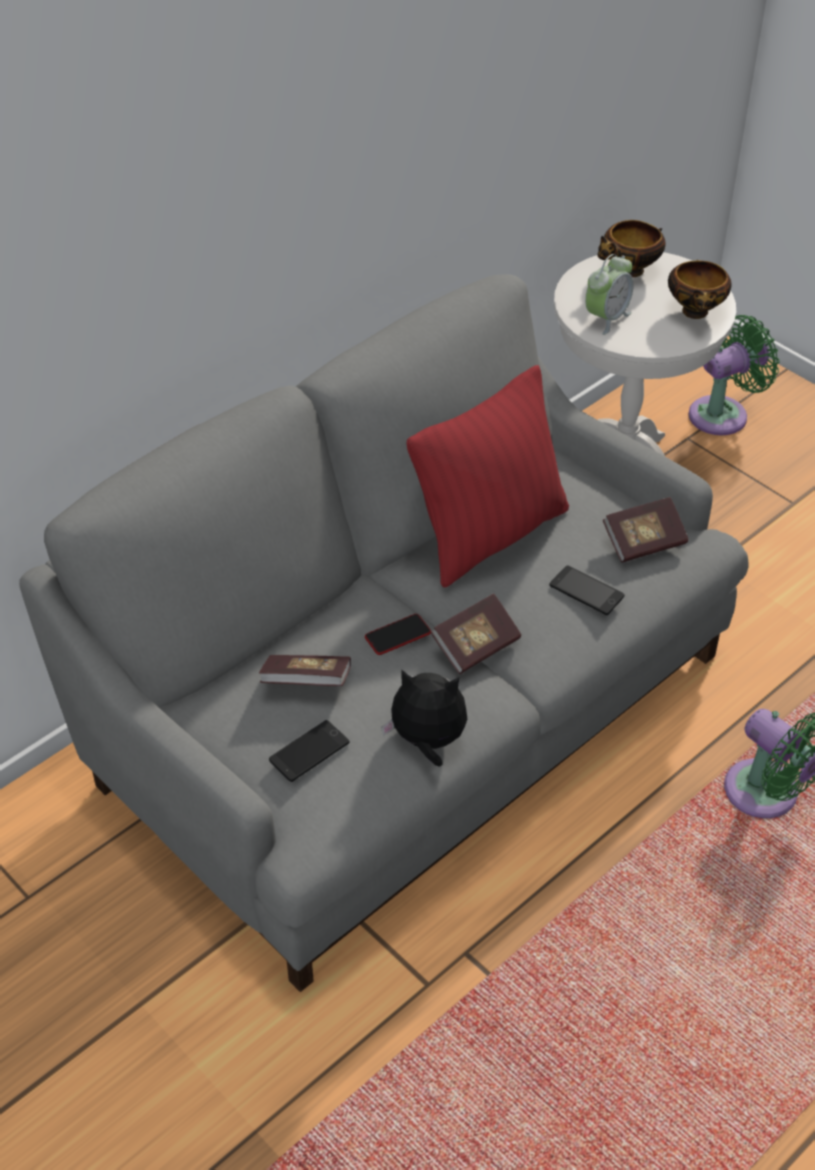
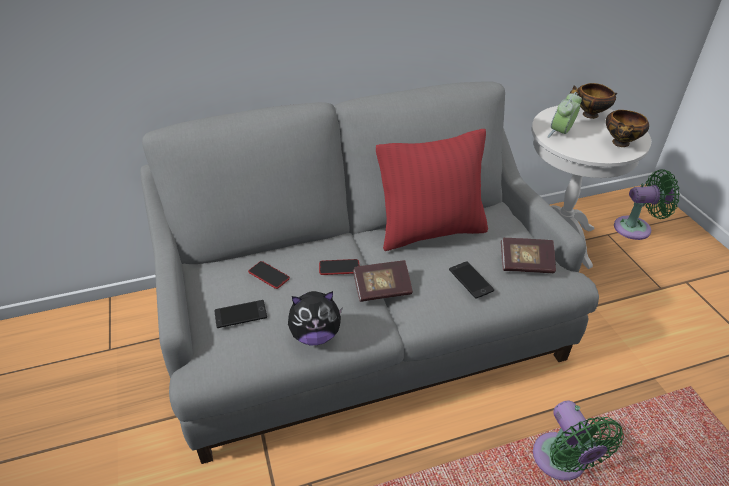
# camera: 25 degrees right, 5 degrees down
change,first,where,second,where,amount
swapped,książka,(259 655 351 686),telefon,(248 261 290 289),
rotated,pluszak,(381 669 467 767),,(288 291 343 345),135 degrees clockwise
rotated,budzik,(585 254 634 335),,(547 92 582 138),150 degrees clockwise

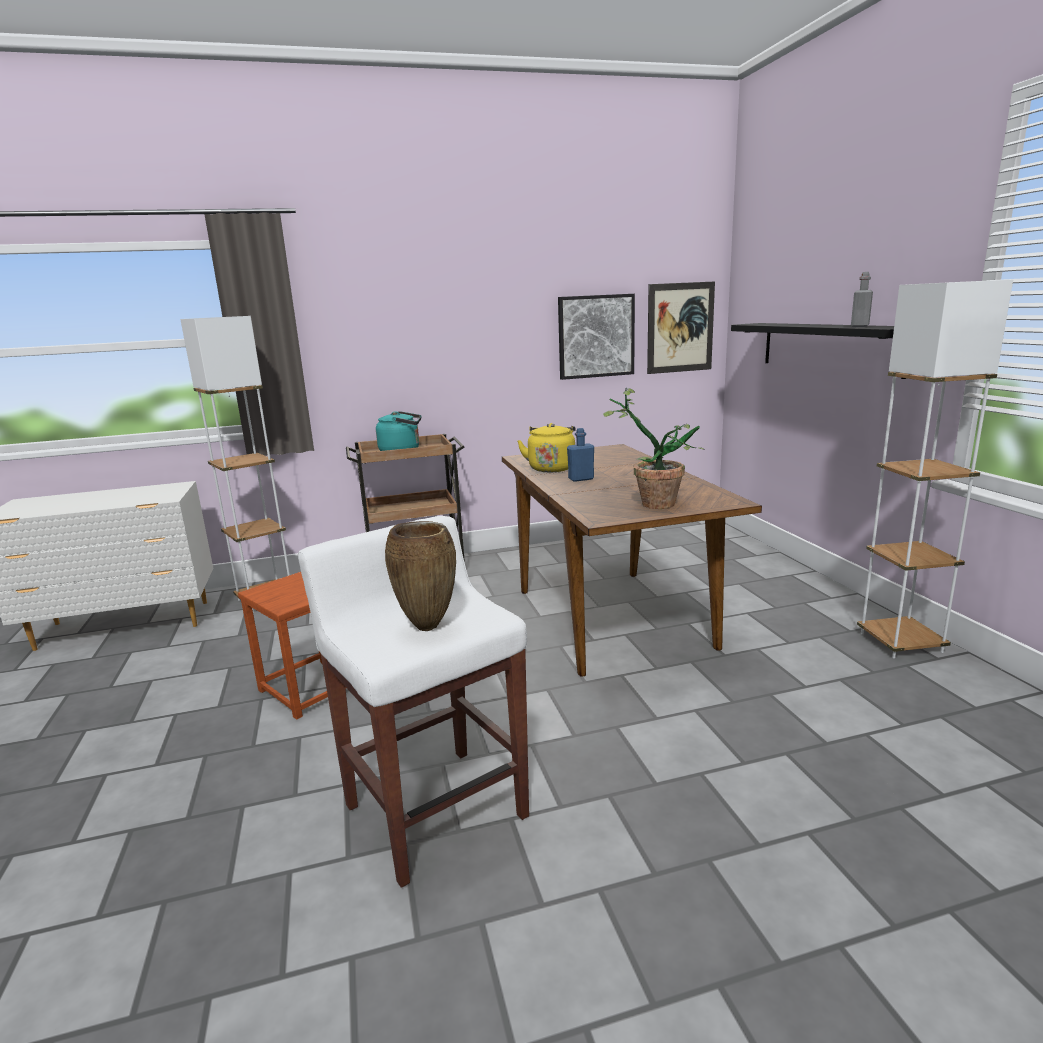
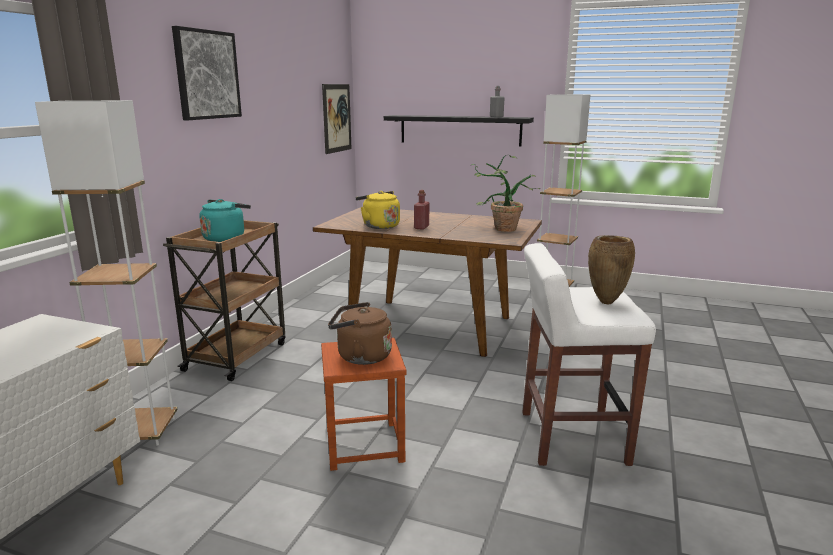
# camera: 55 degrees left, 0 degrees up
change,first,where,second,where,amount
new,,,czajnik/brązowy,(328 302 392 365),
shifted,obraz,(558 294 635 380),,(172 26 242 120),
repainted,butelka/niebieski,(567 428 594 482),butelka/czerwony,(414 190 430 230),

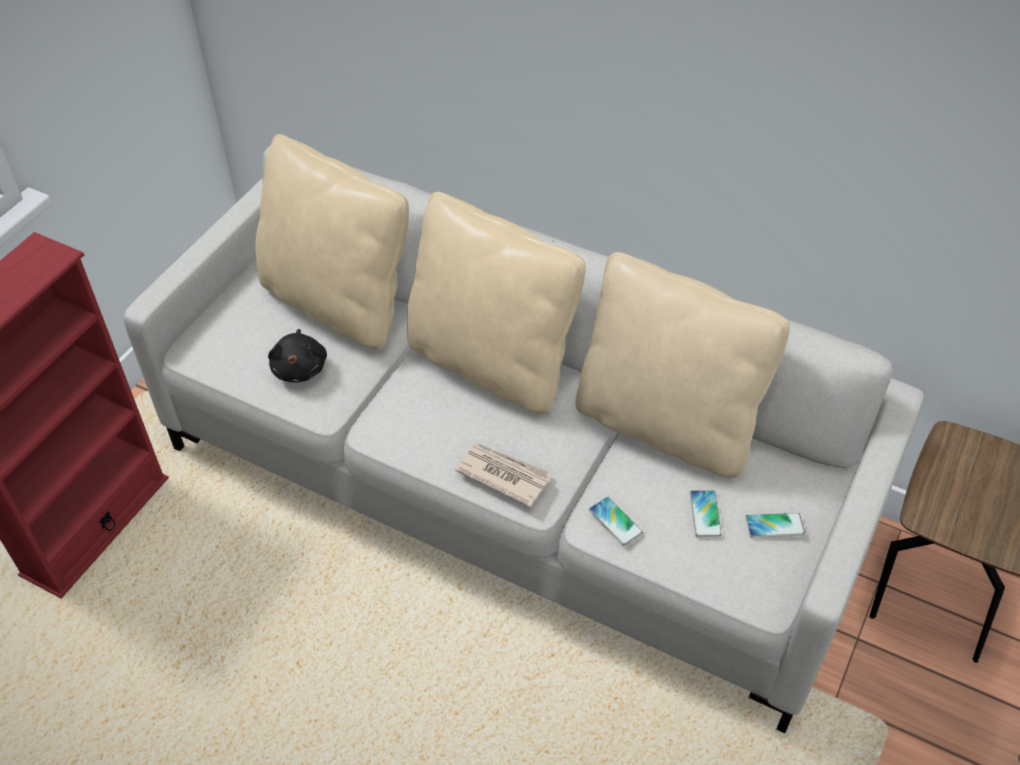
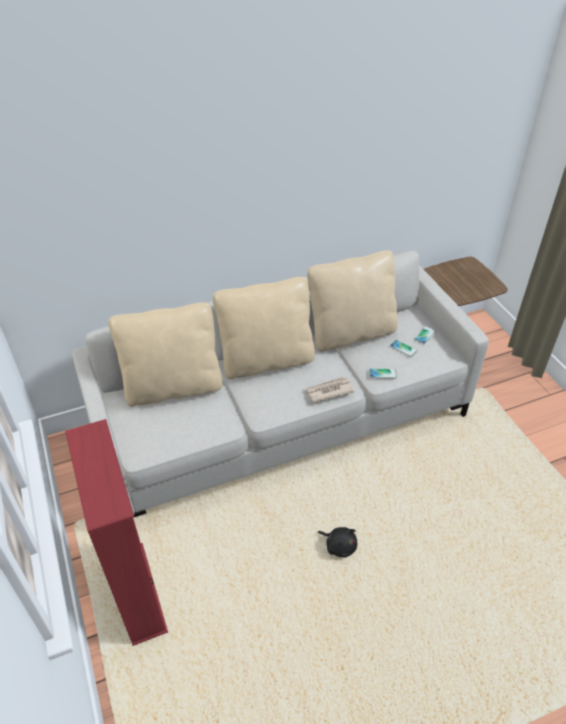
# camera: 50 degrees left, 5 degrees down
change,first,where,second,where,amount
shifted,pluszak/czarny,(268 329 327 382),,(318 527 357 558),

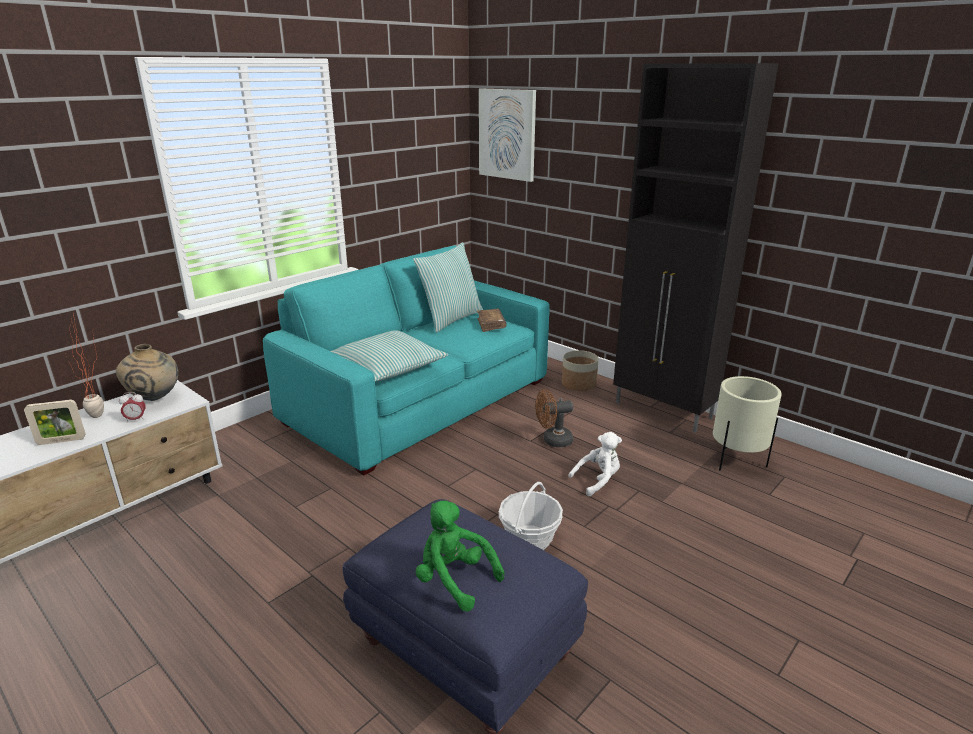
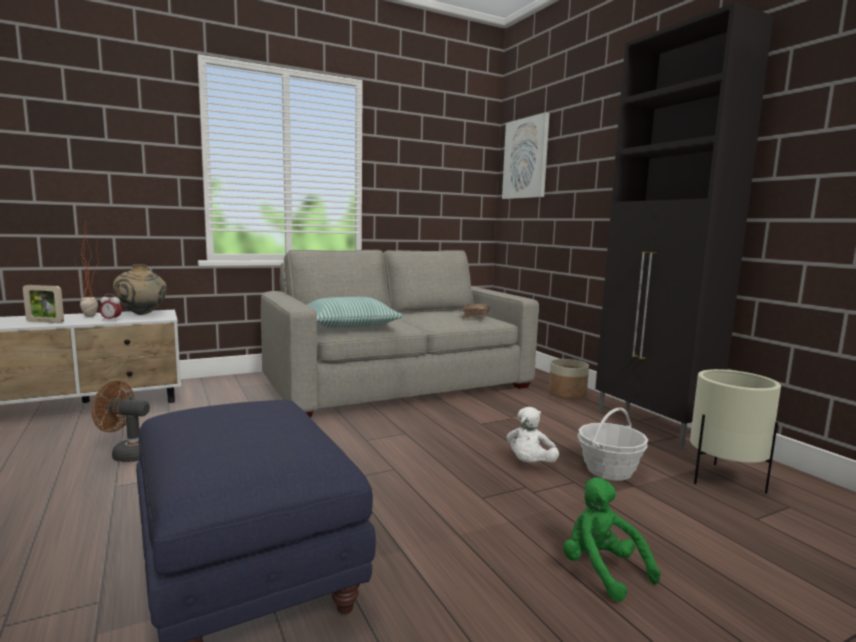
# camera: 20 degrees right, 15 degrees down
change,first,where,second,where,amount
gone,poduszka,(413 242 483 332),,,
shifted,pluszak/zielony,(416 500 505 611),,(563 477 661 602),
shifted,koszyk,(499 482 563 550),,(577 407 648 481),
shifted,wentylator/brązowy,(535 389 573 447),,(92 381 150 462),
repainted,kanapa/turkusowy,(263 246 550 475),kanapa/szary,(261 250 539 418),
rotated,pluszak/biały,(568 432 622 496),,(507 407 559 463),120 degrees clockwise

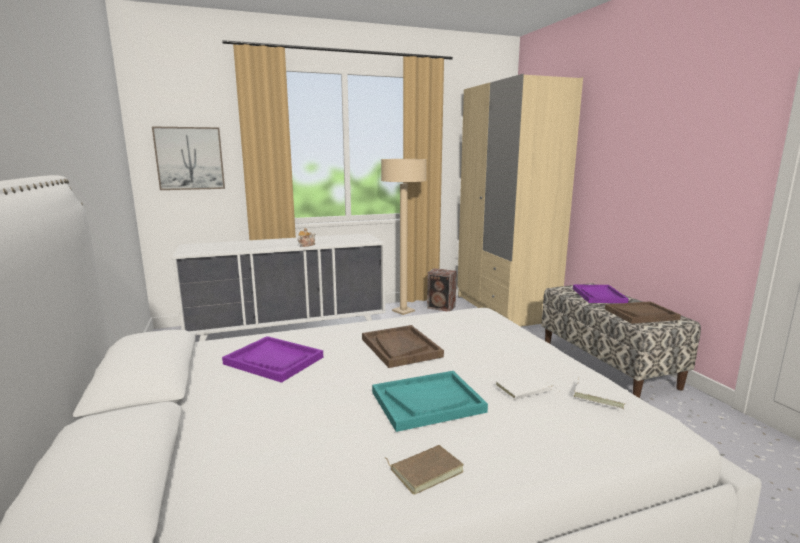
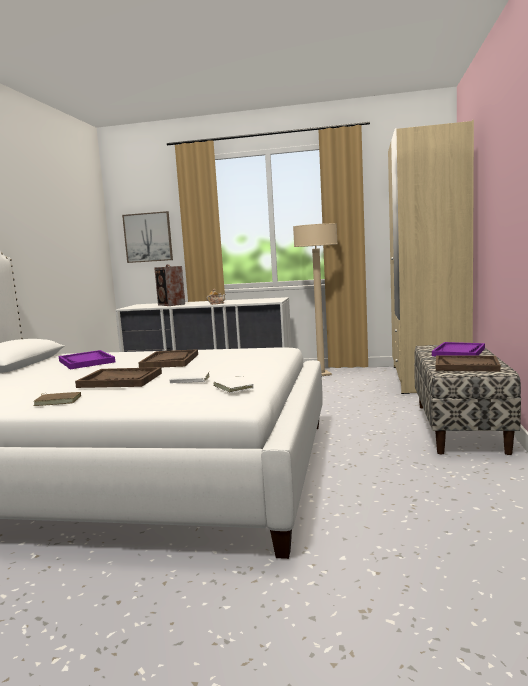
# camera: 30 degrees right, 5 degrees down
change,first,where,second,where,amount
shifted,głośnik,(427 268 457 311),,(154 264 185 306),
repainted,taca/turkusowy,(372 371 488 432),taca/brązowy,(75 367 162 388),

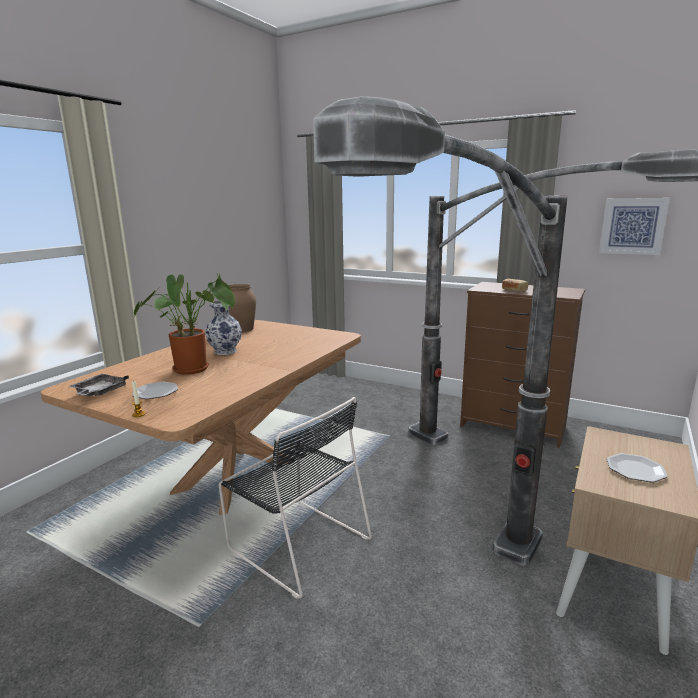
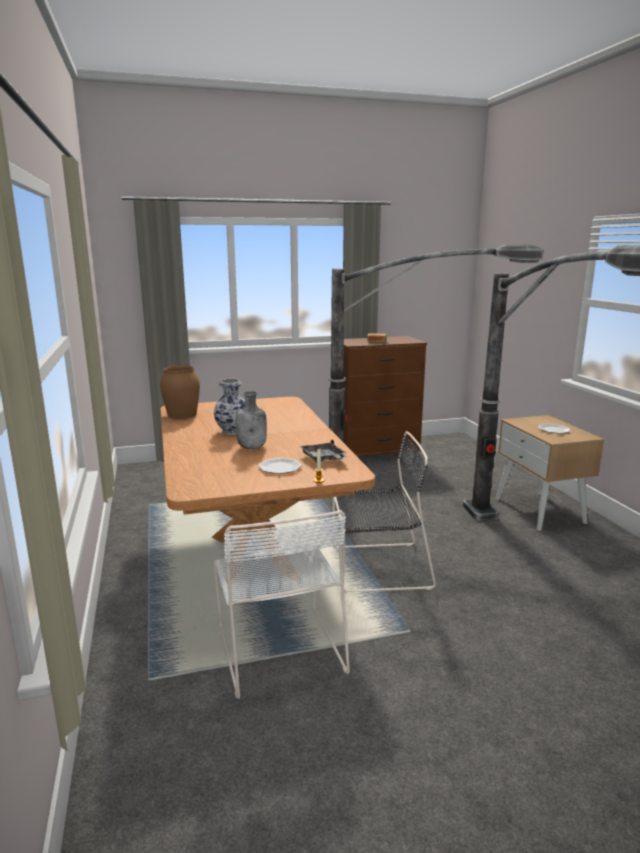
# camera: 45 degrees left, 0 degrees up
change,first,where,second,where,amount
gone,obraz,(599 198 670 255),,,
new,,,krzesło/biały,(213 510 350 699),
shifted,taca/szary,(70 374 129 396),,(300 439 348 462),
swapped,roślina doniczkowa,(134 273 235 375),butelka/szary,(236 391 267 449),

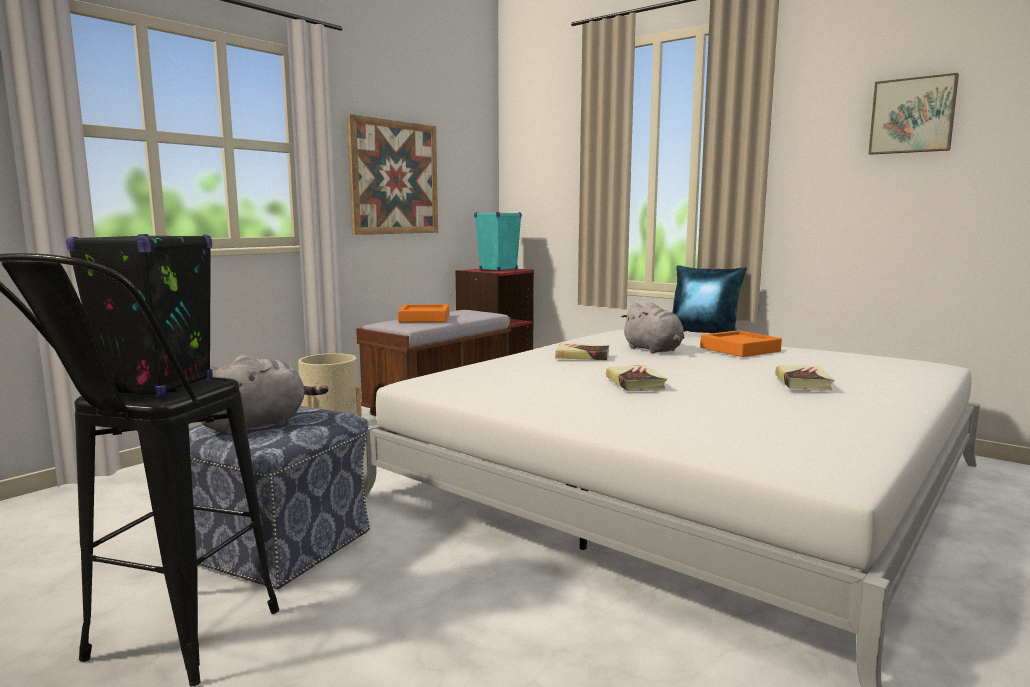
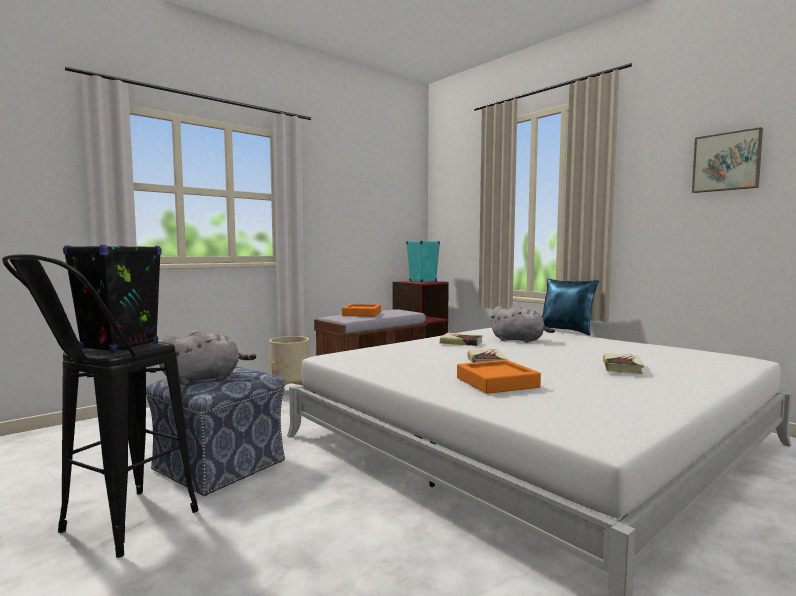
# camera: 10 degrees right, 5 degrees down
change,first,where,second,where,amount
gone,obraz,(347 114 438 235),,,
shifted,taca/pomarańczowy,(700 330 782 357),,(457 360 541 394),
rotated,pluszak/szary,(621 302 684 354),,(490 305 555 343),45 degrees counterclockwise

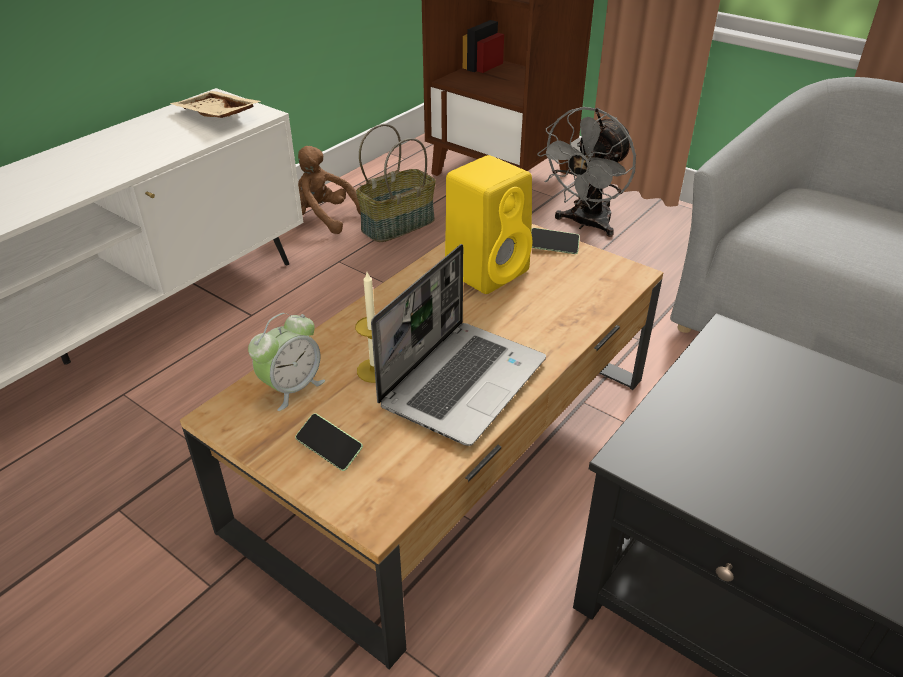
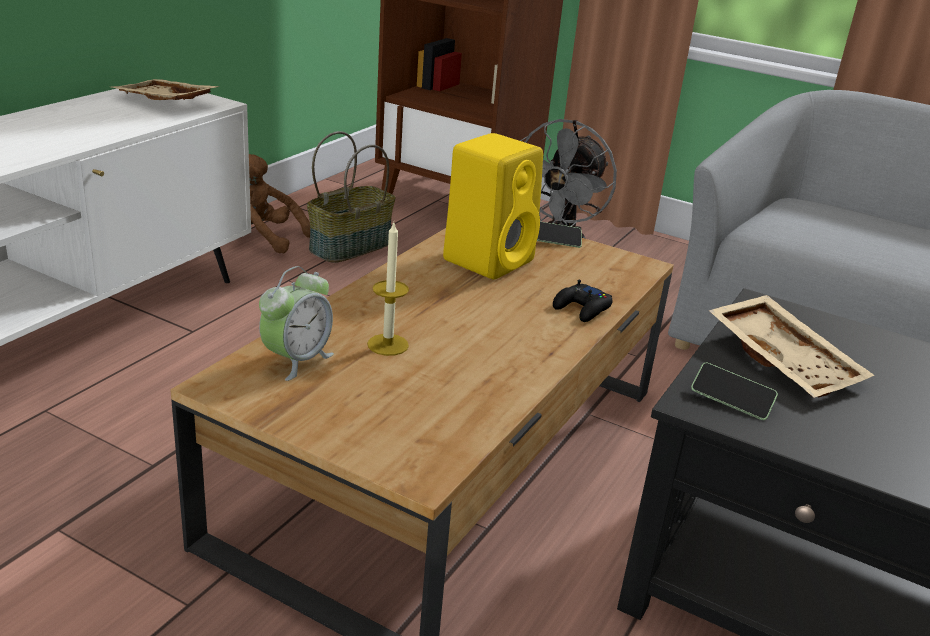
# camera: 10 degrees left, 10 degrees down
change,first,where,second,where,amount
gone,laptop,(371 244 546 446),,,
new,,,pad do gier/czarny,(553 279 613 322),
new,,,taca/beżowy,(709 295 875 398),
shifted,telefon,(295 413 363 471),,(691 363 778 420),

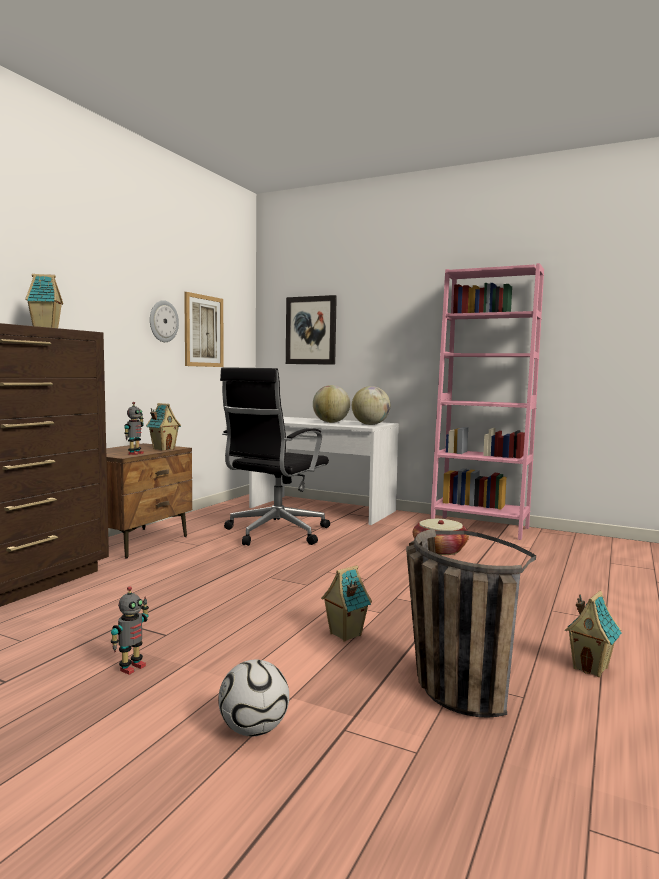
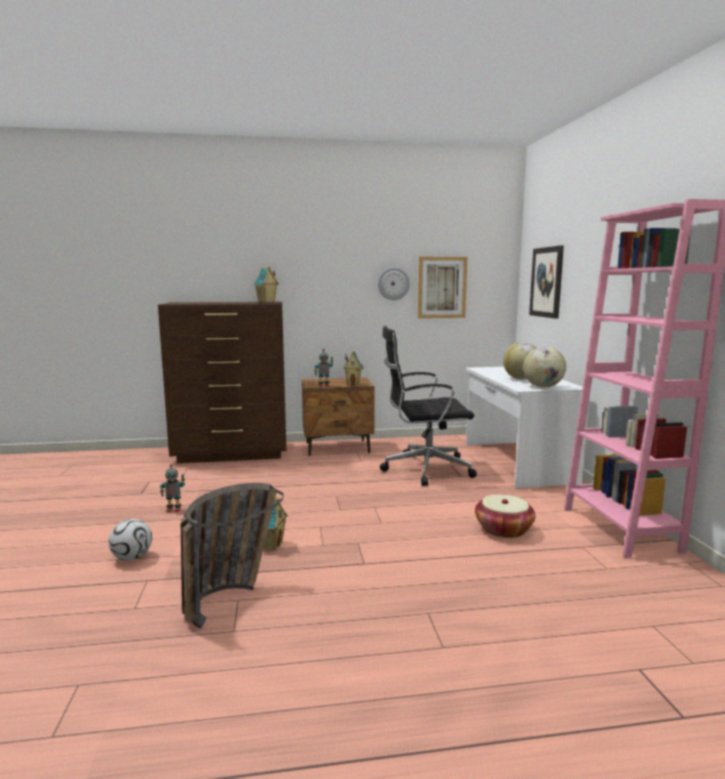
# camera: 55 degrees right, 5 degrees up
change,first,where,second,where,amount
gone,domek,(565 591 622 677),,,

